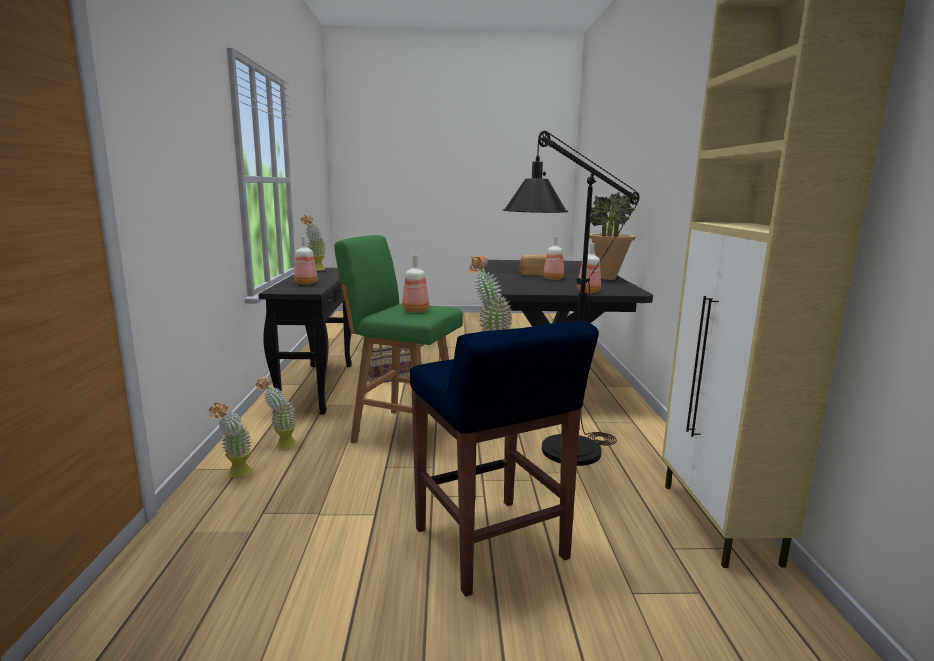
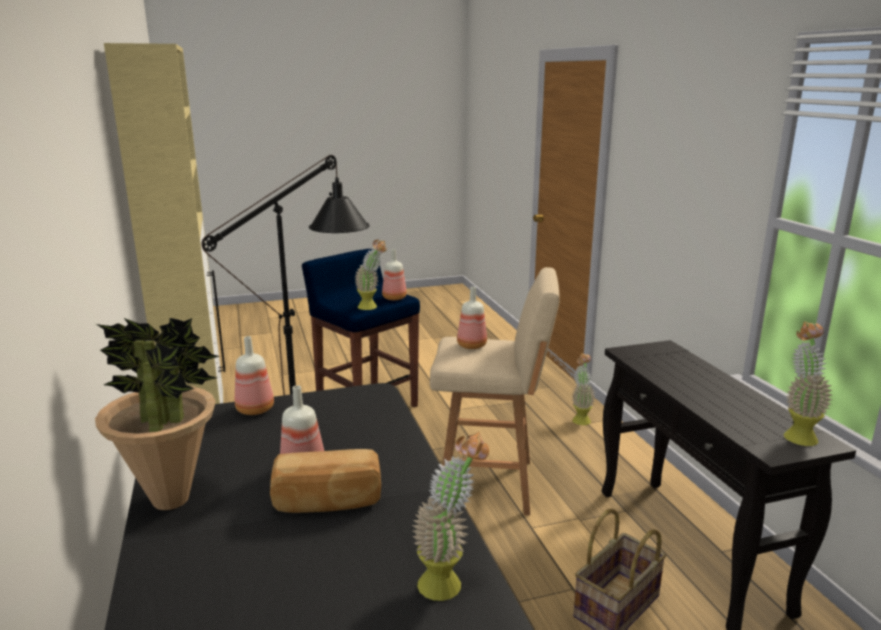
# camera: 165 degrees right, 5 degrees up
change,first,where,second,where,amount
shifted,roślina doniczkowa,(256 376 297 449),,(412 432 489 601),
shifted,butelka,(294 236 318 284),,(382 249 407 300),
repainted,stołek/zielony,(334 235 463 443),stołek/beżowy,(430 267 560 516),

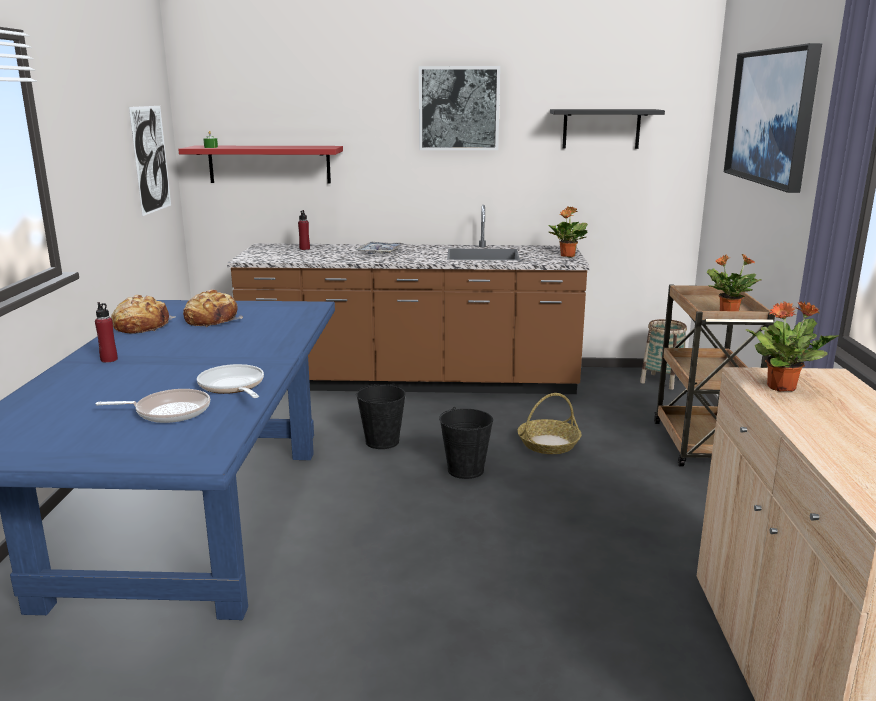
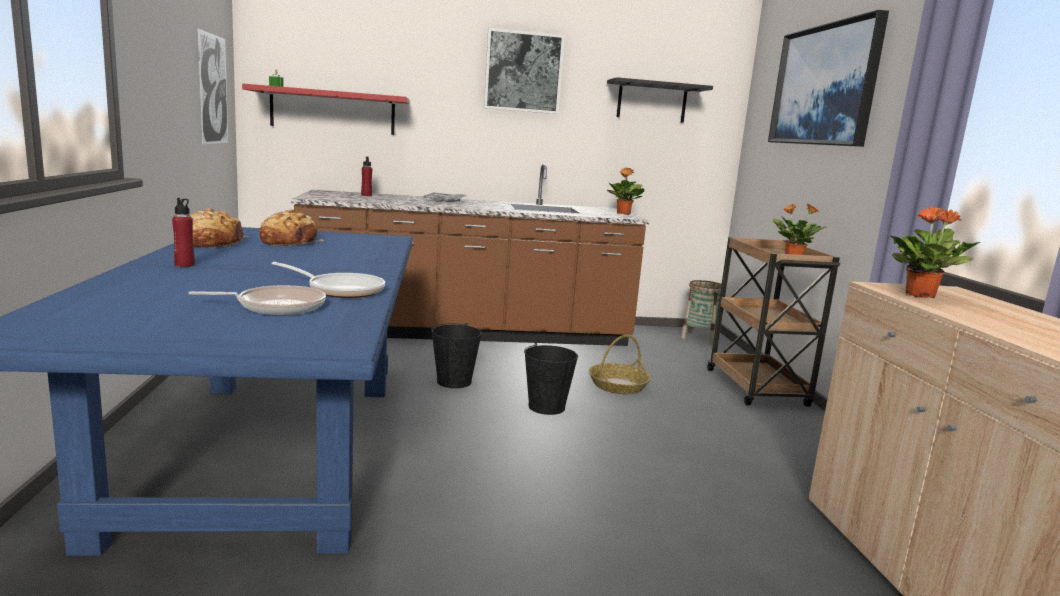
# camera: 10 degrees left, 5 degrees down
change,first,where,second,where,amount
rotated,patelnia,(197 364 264 398),,(271 262 385 298),150 degrees clockwise

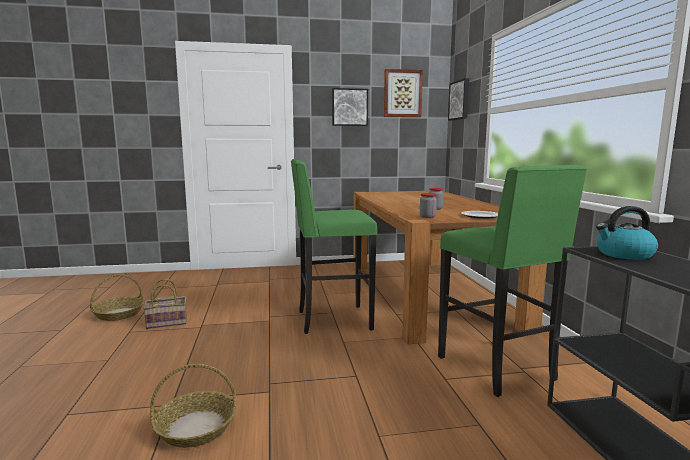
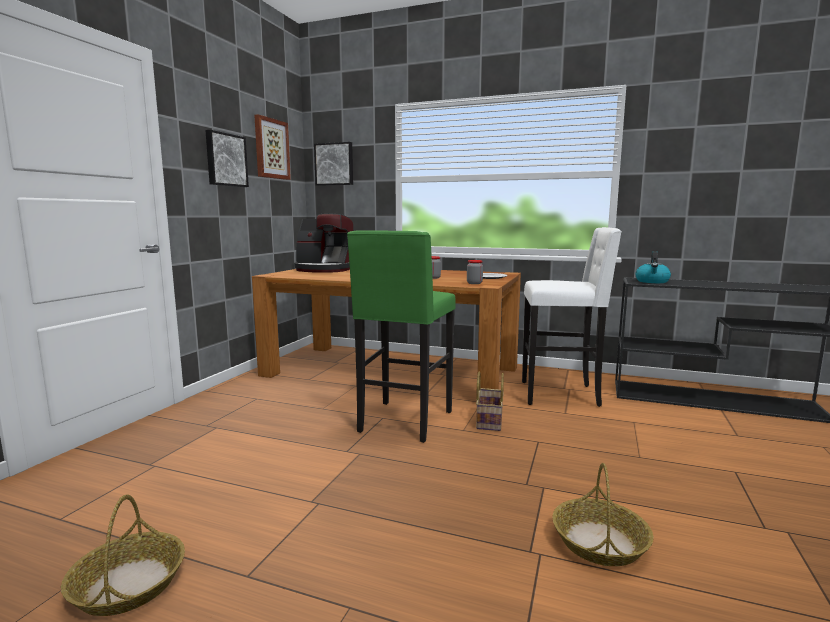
# camera: 60 degrees left, 0 degrees up
change,first,where,second,where,amount
new,,,ekspres do kawy,(294 213 353 273),
shifted,koszyk,(143 279 187 329),,(476 372 504 431),
repainted,stołek/zielony,(438 165 587 397),stołek/biały,(522 227 622 407),

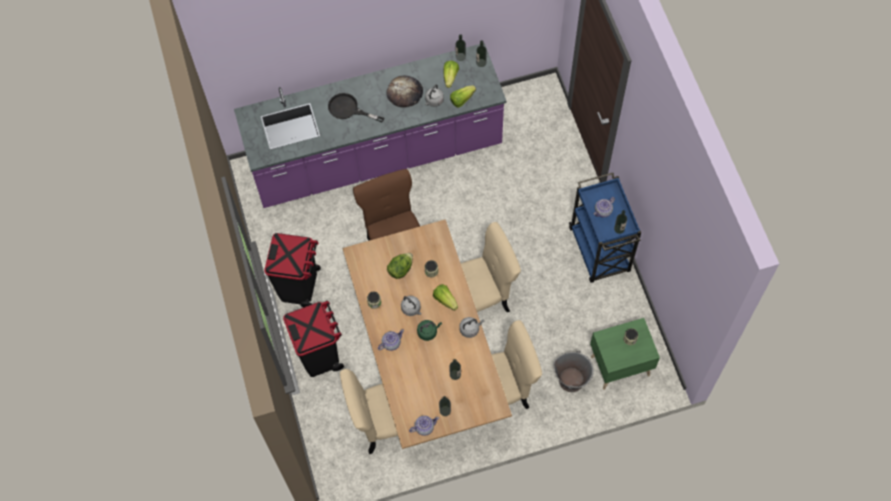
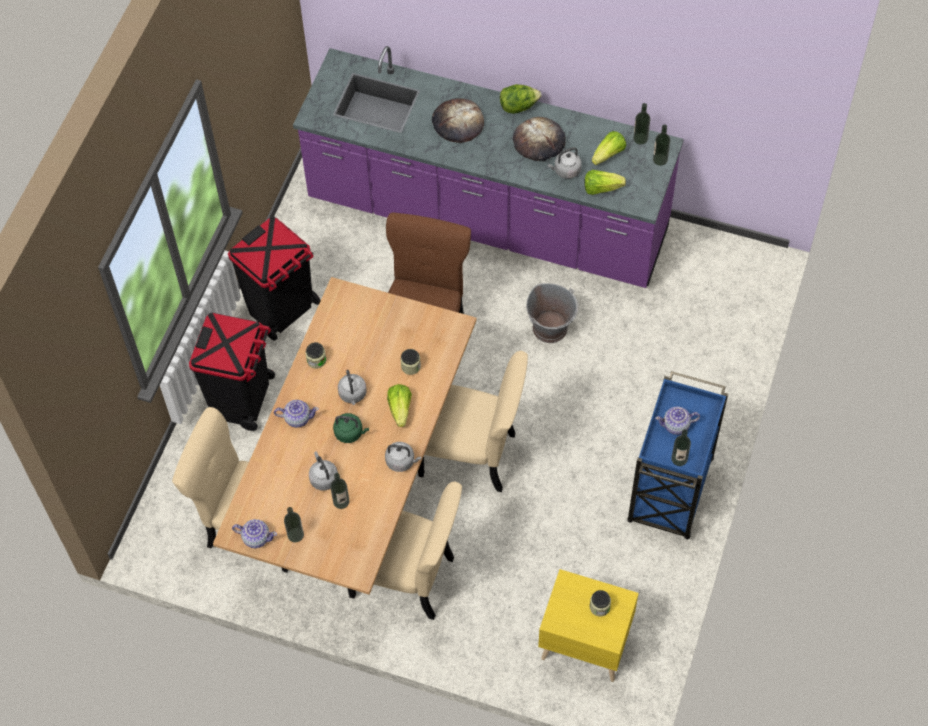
# camera: 35 degrees right, 5 degrees down
change,first,where,second,where,amount
new,,,czajnik/szary,(309 451 338 490),
shifted,sałata,(387 253 413 279),,(500 84 541 114),
shifted,wiadro/szary,(554 351 594 392),,(526 283 579 343),
swapped,patelnia/czarny,(328 93 384 122),chleb,(432 98 484 143),
repainted,szafka nocna/zielony,(590 318 660 390),szafka nocna/żółty,(538 569 639 682),

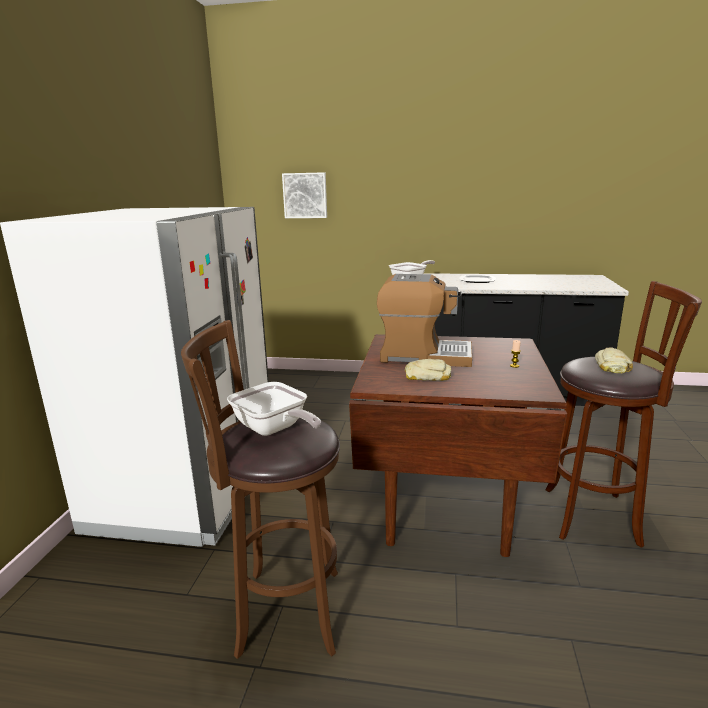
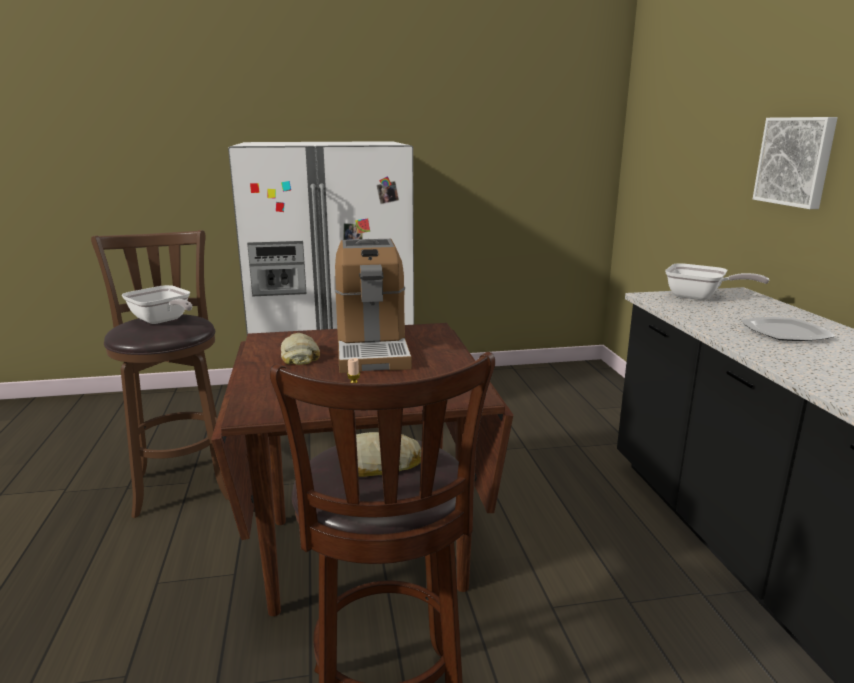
# camera: 70 degrees right, 0 degrees up
change,first,where,second,where,amount
shifted,obraz,(282 172 327 218),,(753 117 838 209),
rotated,patelnia,(227 382 321 436),,(122 285 192 324),75 degrees counterclockwise

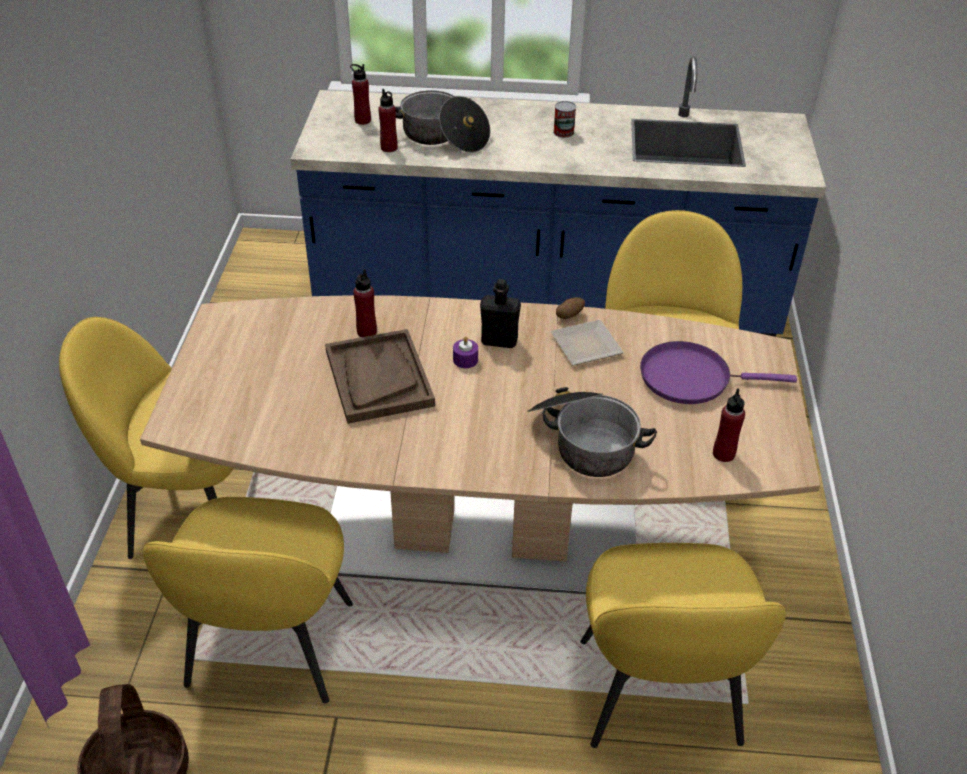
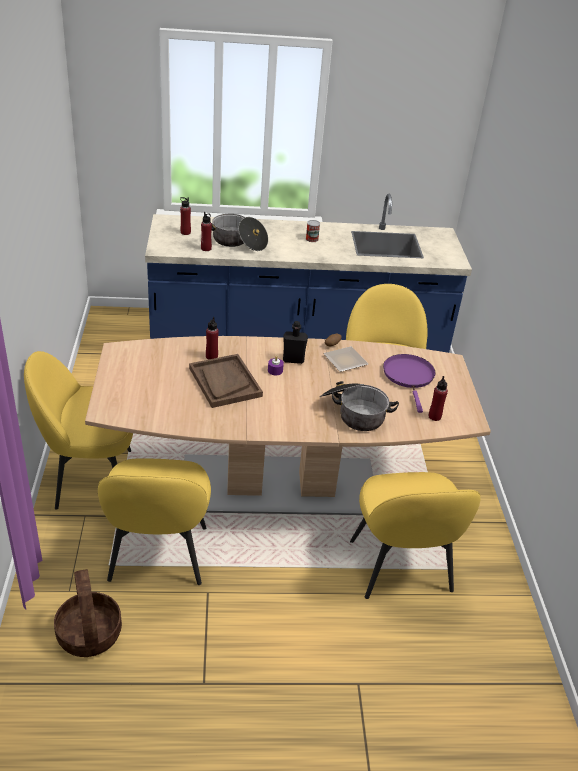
# camera: 10 degrees left, 5 degrees down
change,first,where,second,where,amount
rotated,patelnia/fioletowy,(640 341 797 404),,(383 354 436 413),90 degrees clockwise

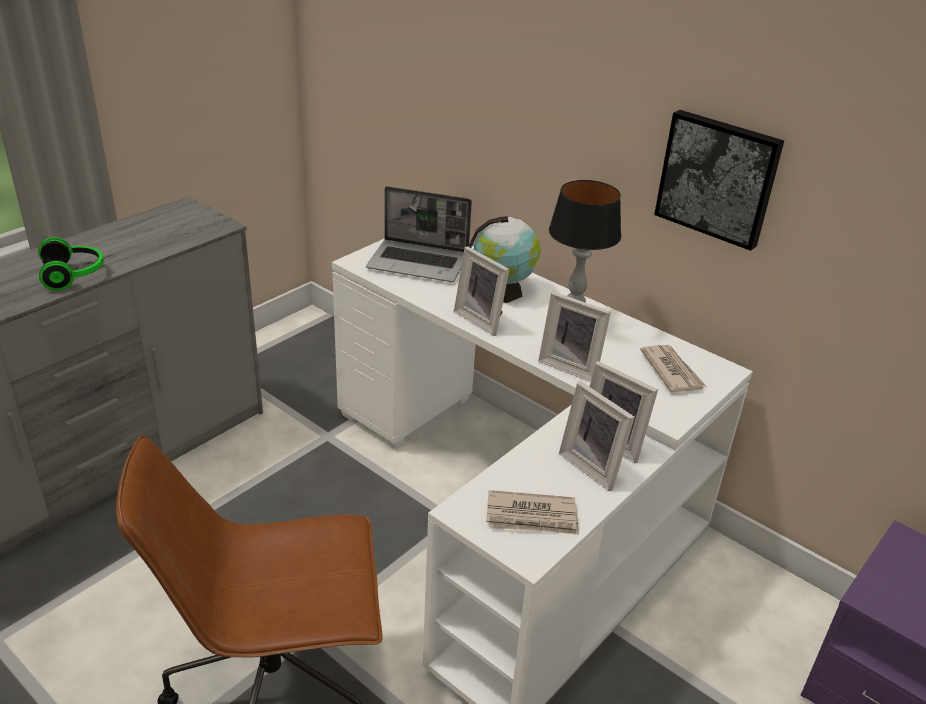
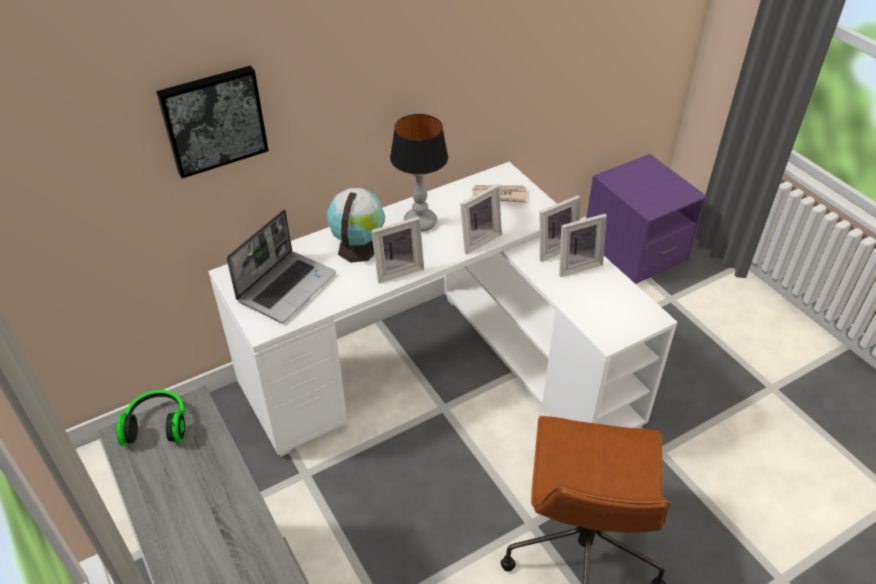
# camera: 70 degrees left, 10 degrees up
change,first,where,second,where,amount
gone,gazeta,(486 490 579 535),,,
shifted,słuchawki,(38 237 104 291),,(117 390 185 446),
shifted,obraz,(654 110 784 251),,(156 66 269 178),

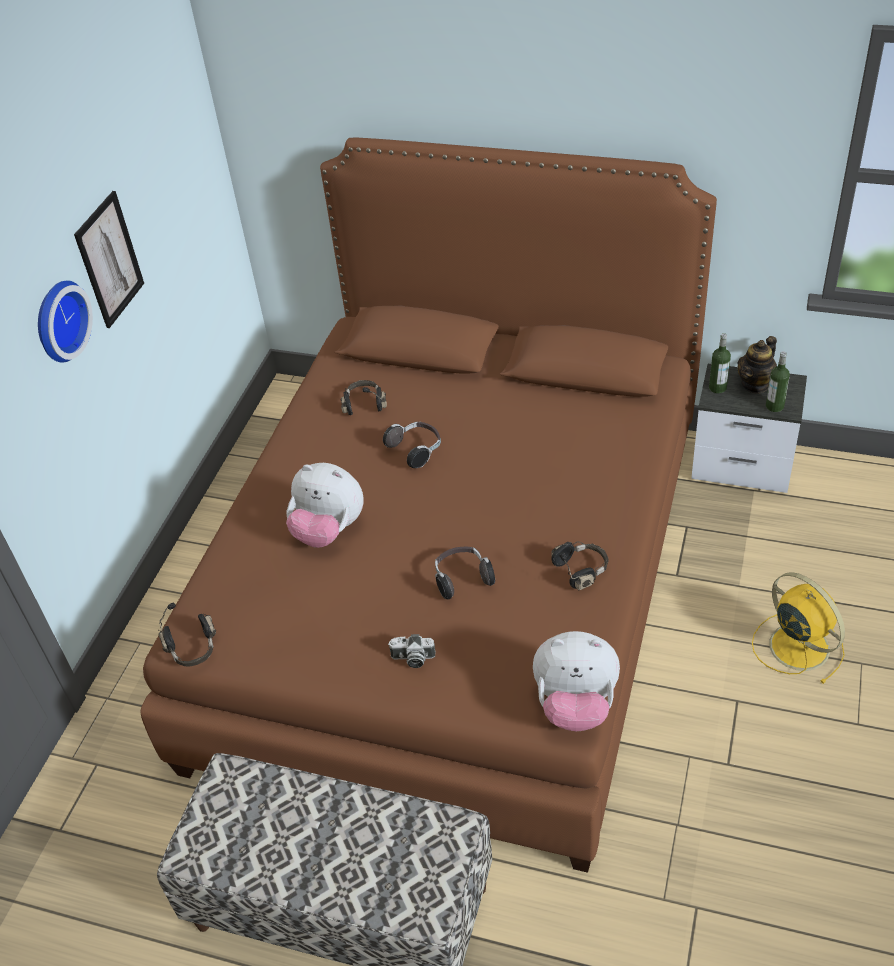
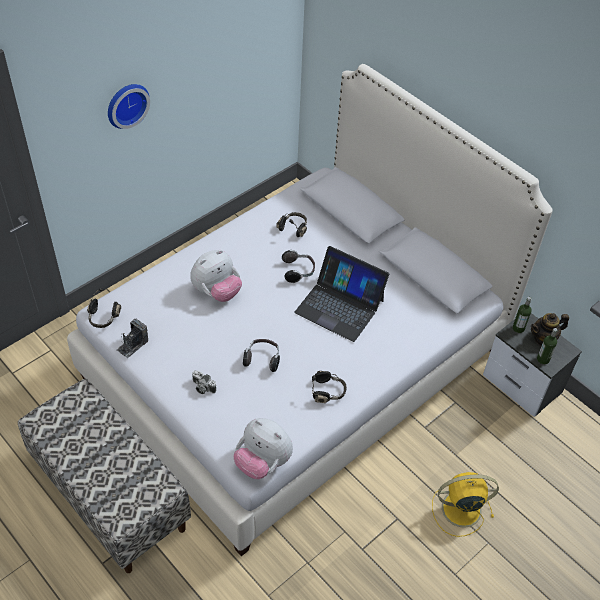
# camera: 25 degrees right, 5 degrees up
change,first,where,second,where,amount
gone,obraz,(74 191 144 328),,,
new,,,aparat fotograficzny,(117 319 148 358),
new,,,laptop,(294 246 389 342),
repainted,łóżko/brązowy,(140 138 717 873),łóżko/biały,(67 64 553 556),
rotated,pluszak,(286 463 364 548),,(190 250 242 302),90 degrees counterclockwise
rotated,wentylator/żółty,(752 572 845 684),,(432 472 499 537),90 degrees counterclockwise

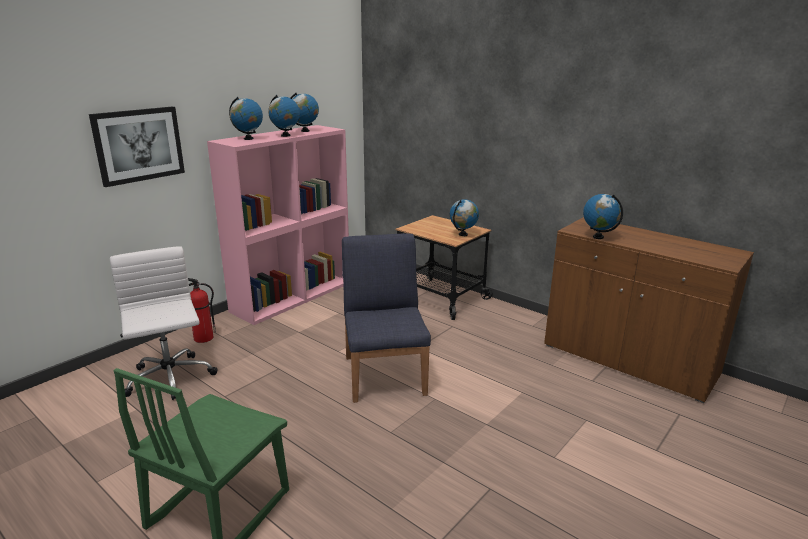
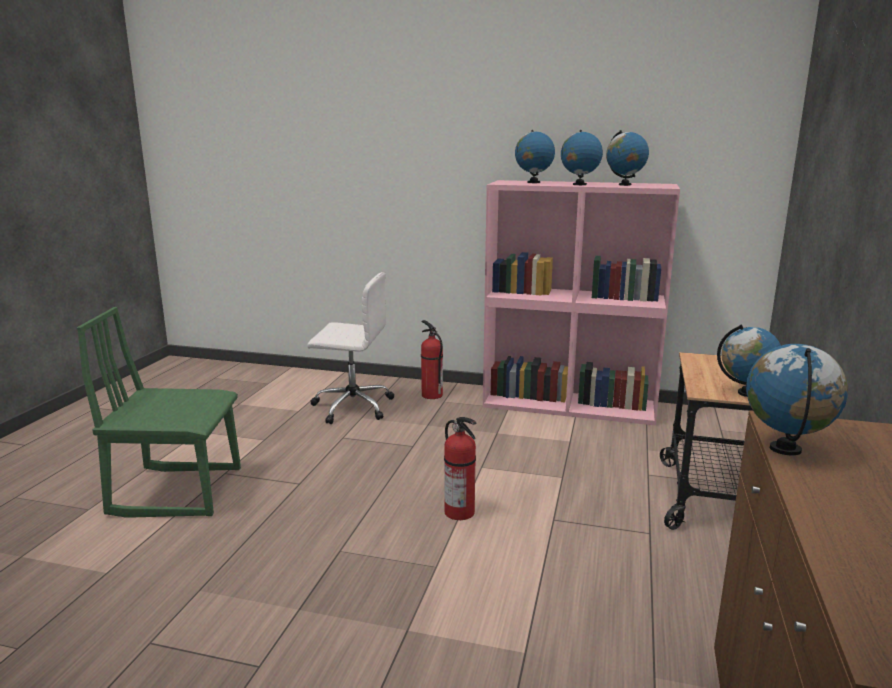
# camera: 65 degrees right, 5 degrees down
change,first,where,second,where,amount
gone,obraz,(89 106 185 187),,,
swapped,krzesło/niebieski,(342 234 431 403),gaśnica,(444 417 477 520),
rotated,krzesło biurowe/biały,(110 246 218 400),,(307 272 394 424),60 degrees clockwise

